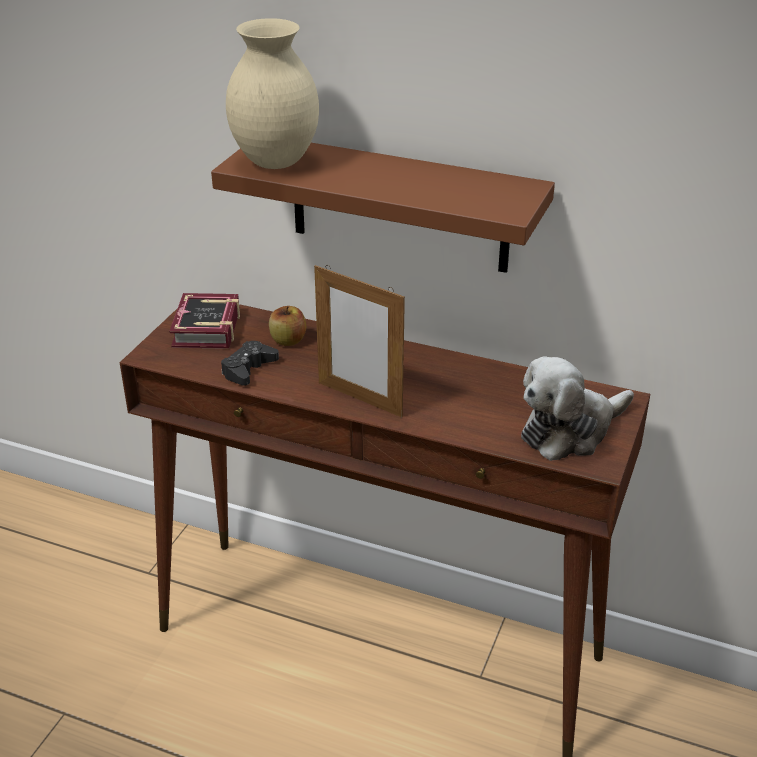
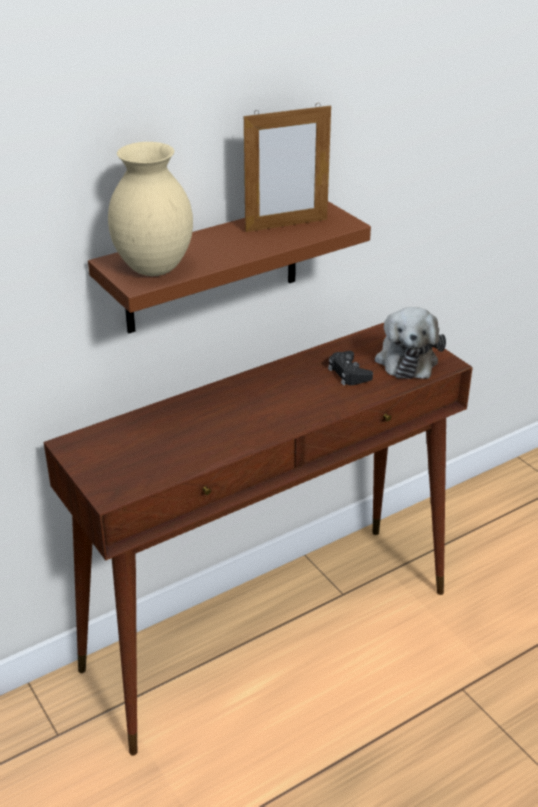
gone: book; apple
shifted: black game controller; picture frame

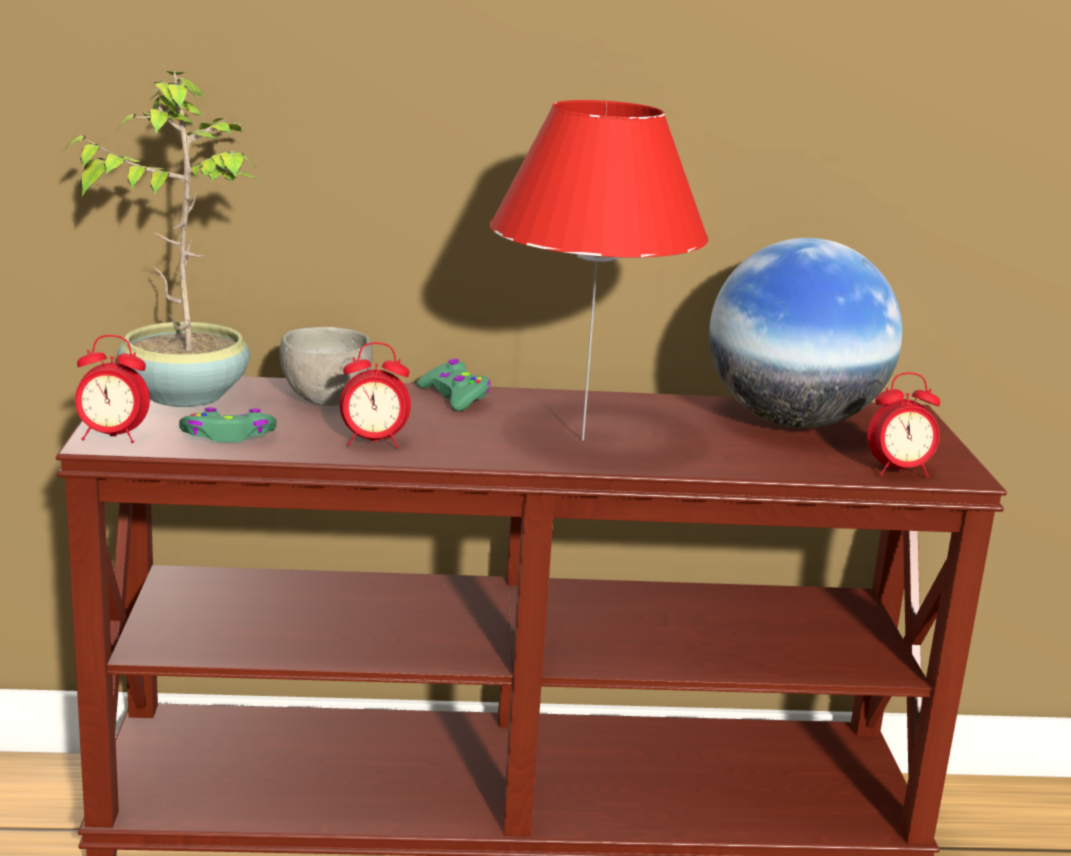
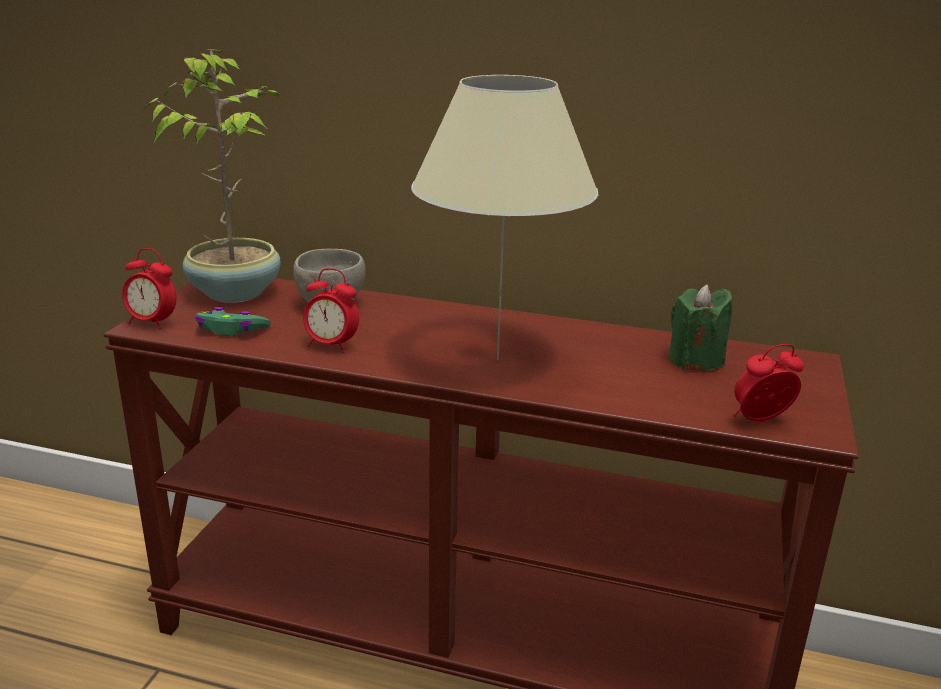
gone: green game controller (no. 2 from left)
swapped: globe to green candle
repainted: red table lamp to beige table lamp
rotated: alarm clock (no. 3 from left) 150 degrees clockwise

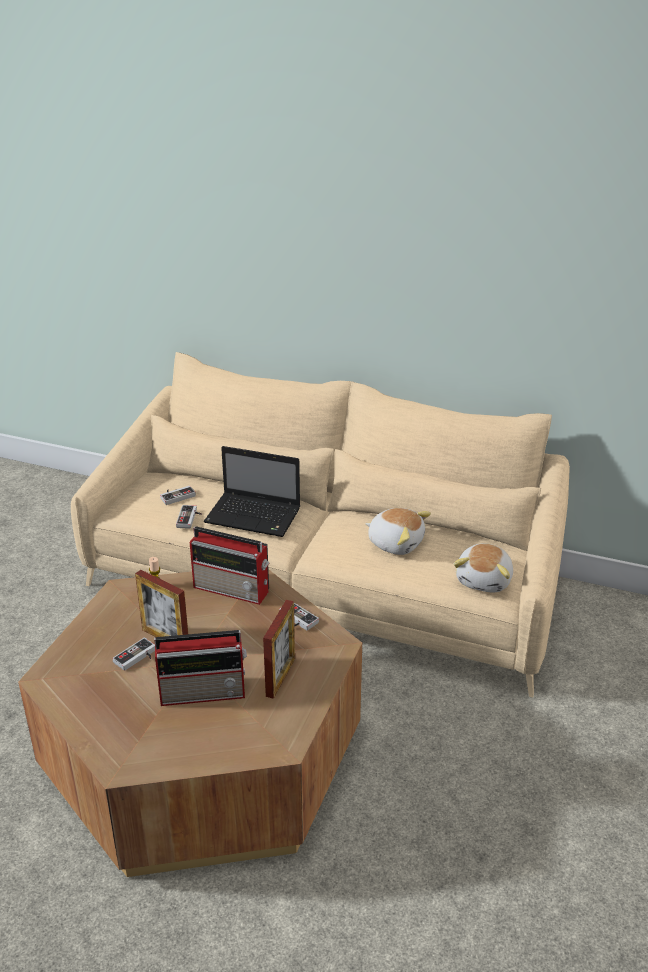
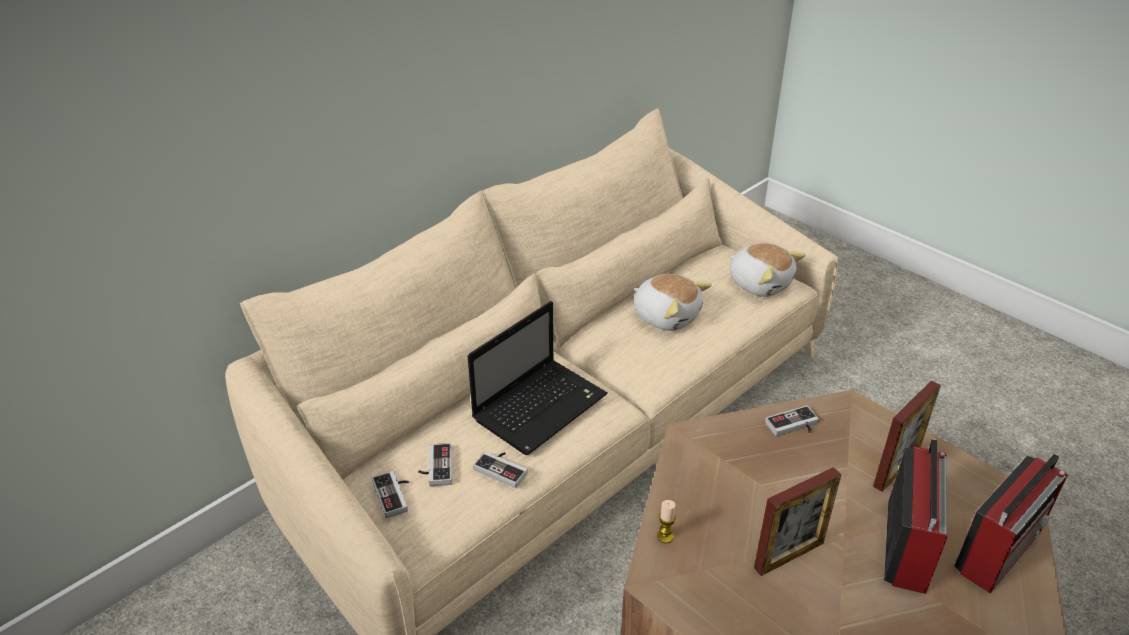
shifted: game controller (no. 1 from left); radio (no. 2 from left)
rotated: picture frame (no. 2 from left) 90 degrees clockwise; plush toy (no. 1 from left) 75 degrees clockwise

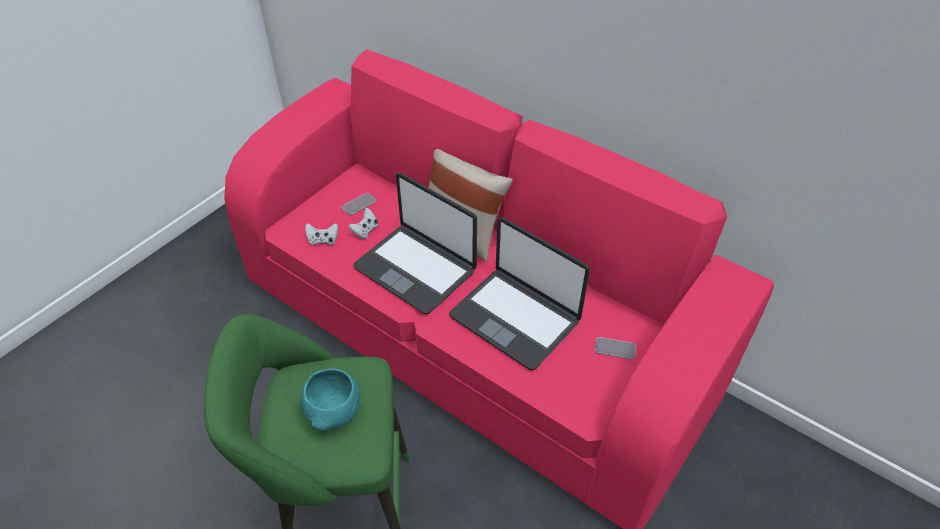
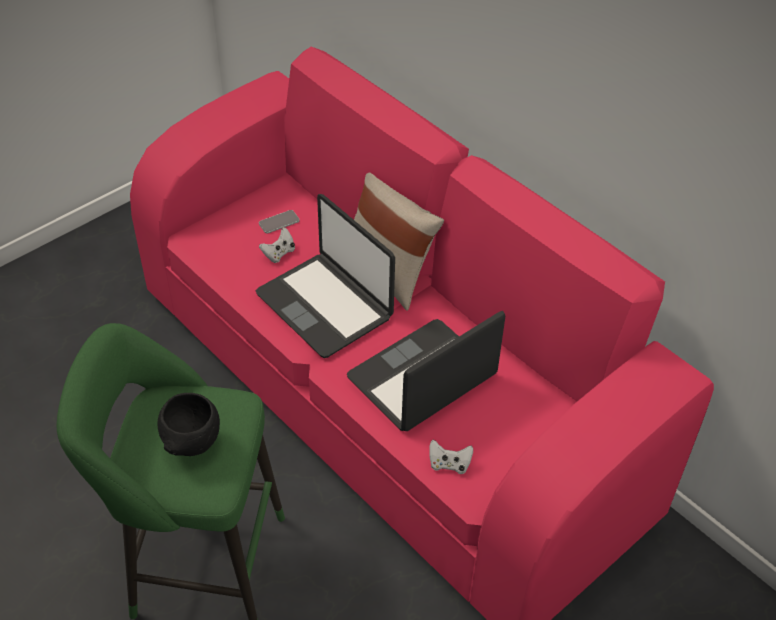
gone: phone (no. 2 from left)
shifted: white game controller (no. 1 from left in the first image) to white game controller (no. 2 from left)
repainted: turquoise bowl to black bowl
rotated: laptop (no. 2 from left) 90 degrees clockwise

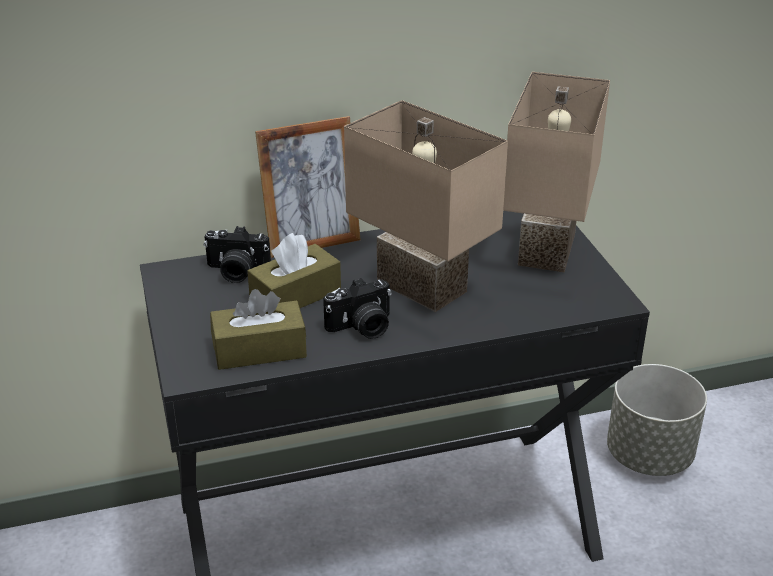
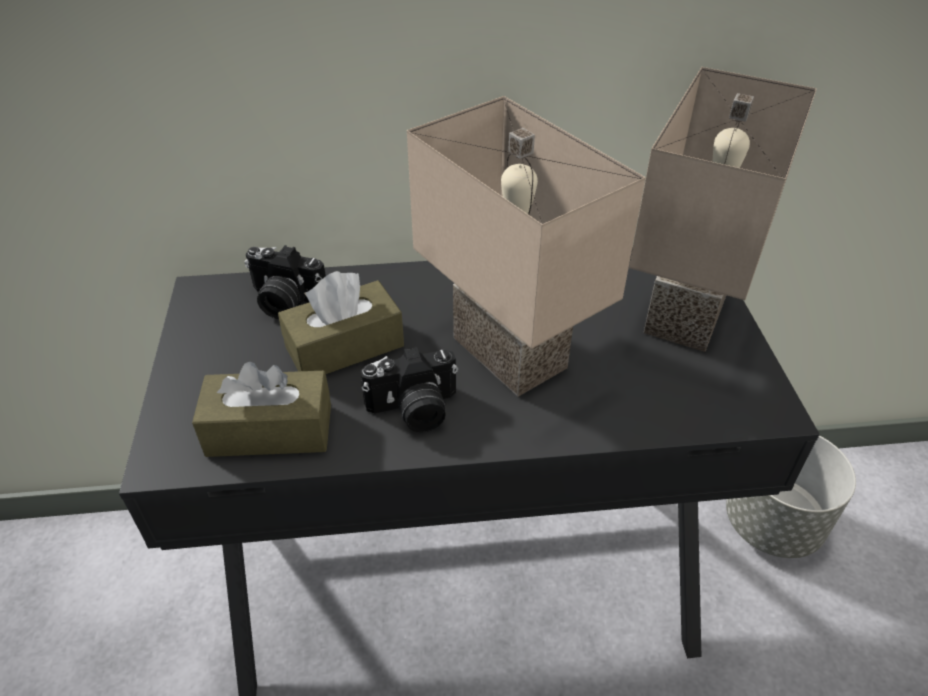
gone: picture frame

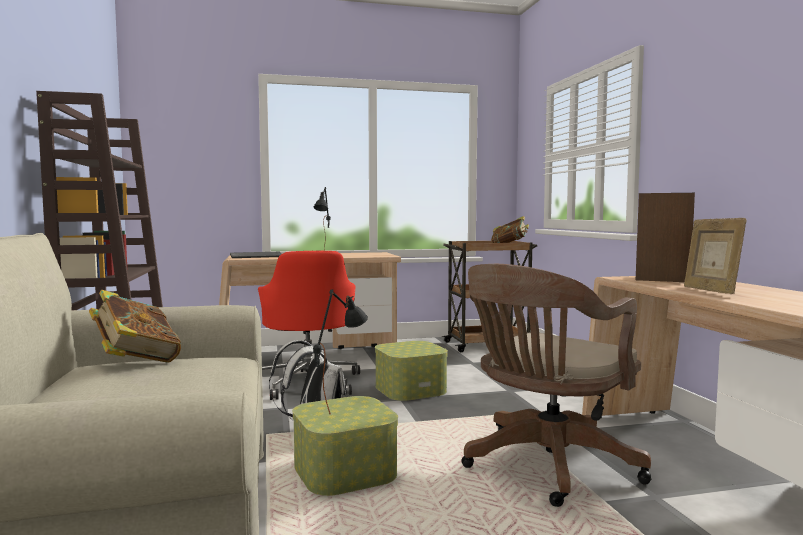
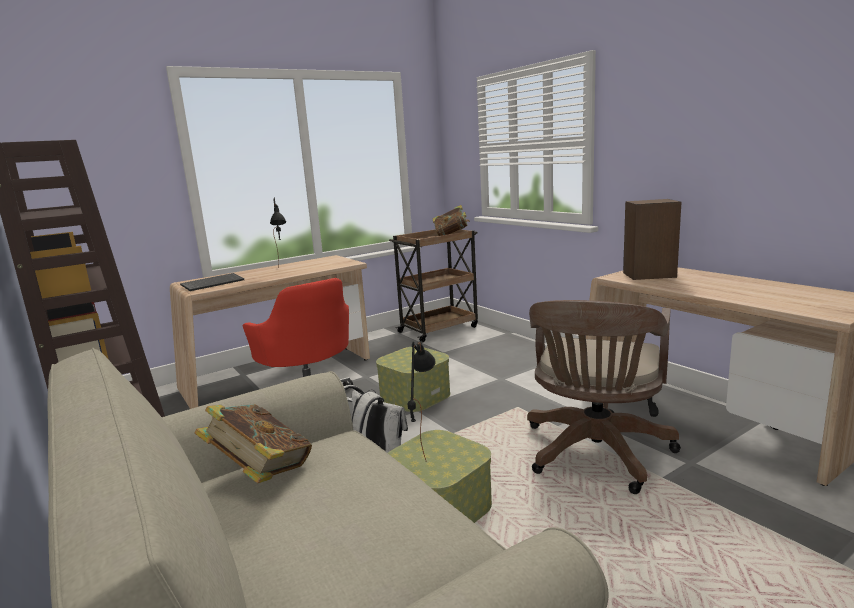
gone: picture frame

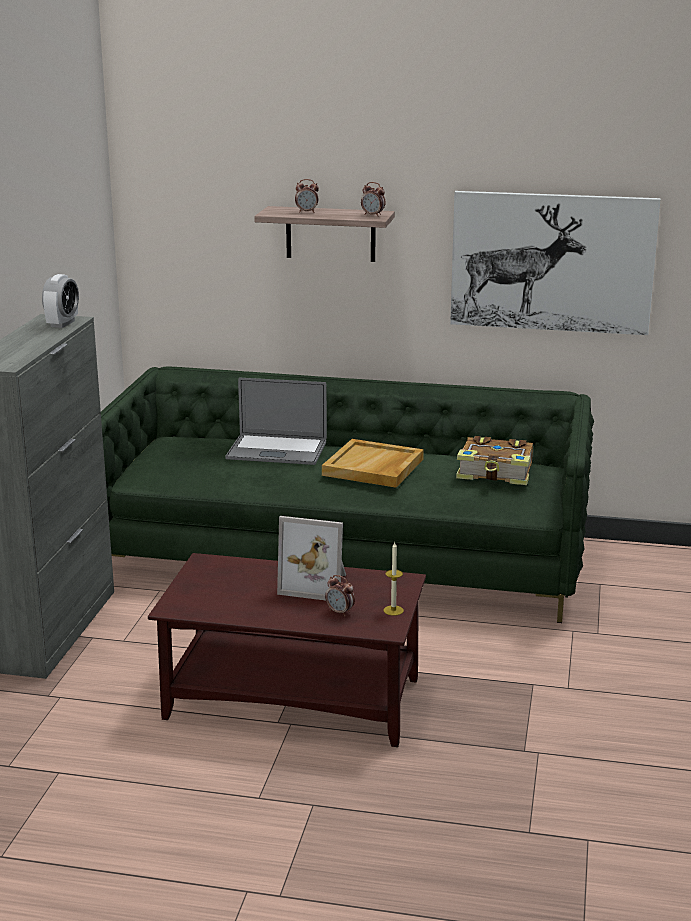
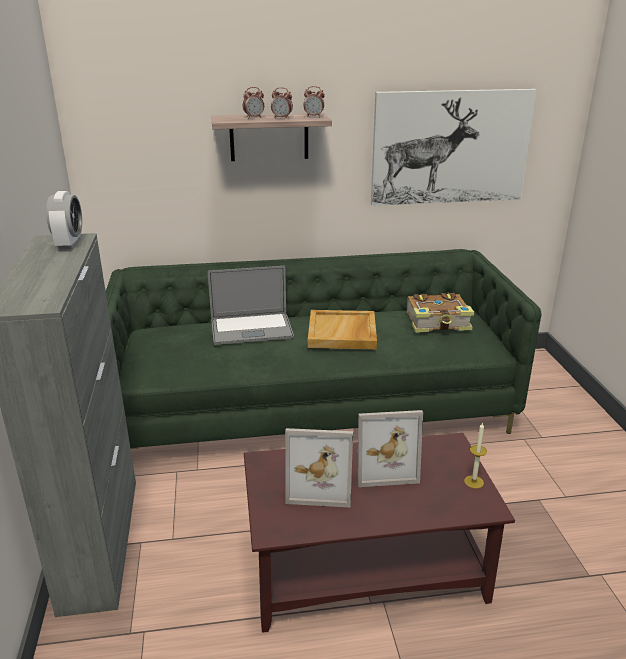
new: picture frame (no. 1 from left)
shifted: alarm clock (no. 3 from left)

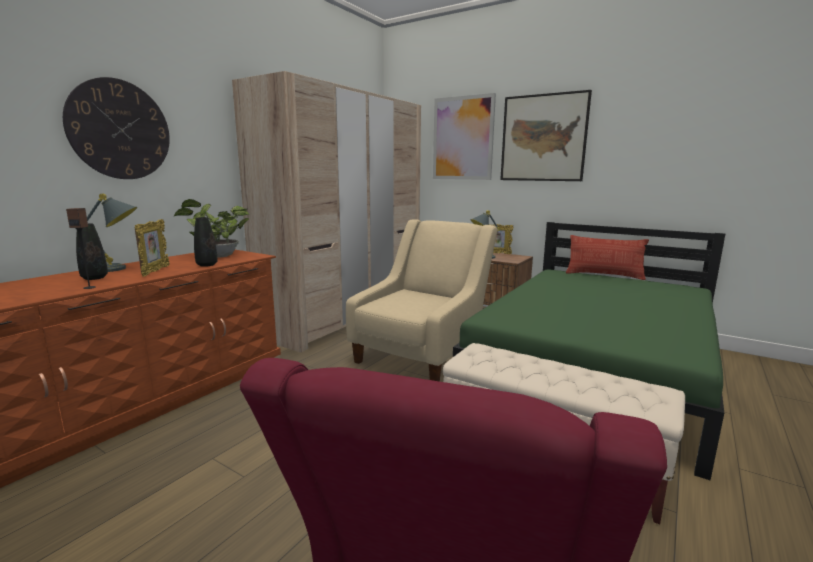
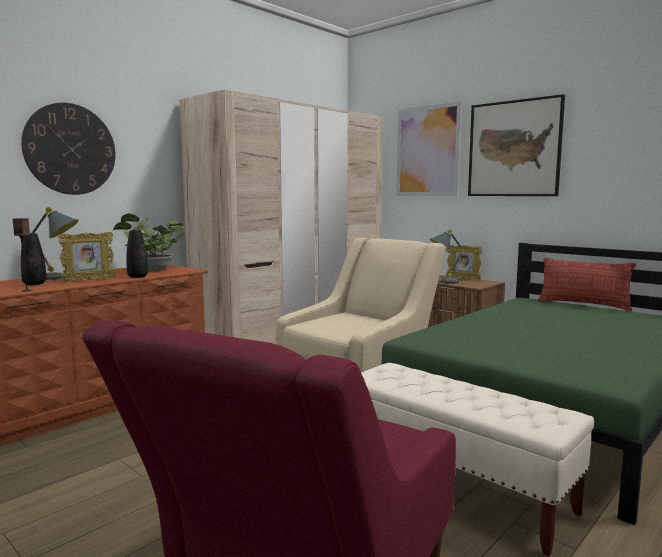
rotated: picture frame (no. 1 from left) 45 degrees clockwise

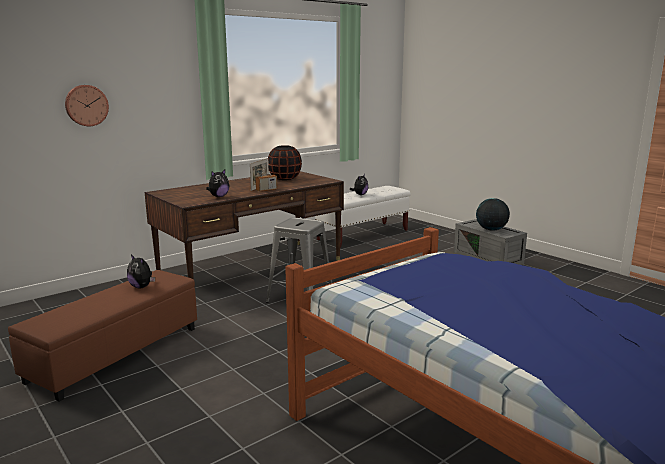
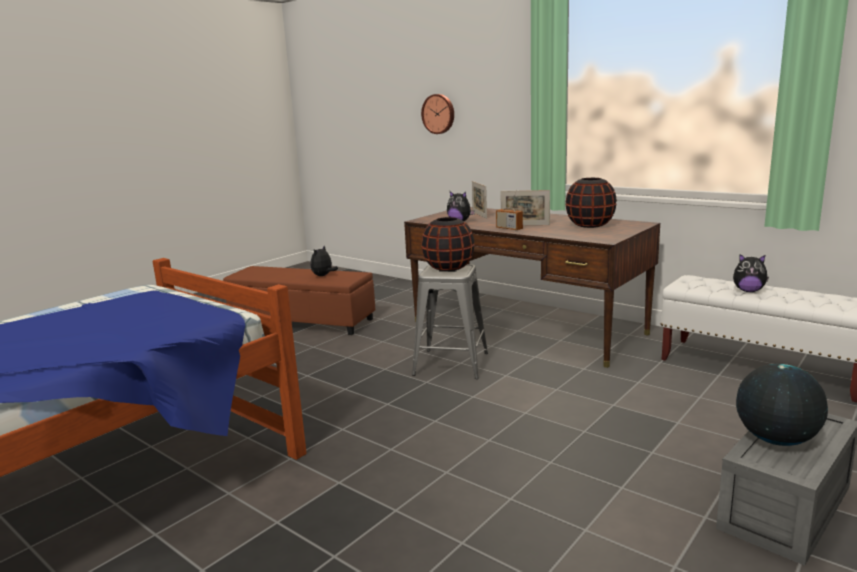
new: black vase (no. 1 from left); picture frame (no. 1 from left)

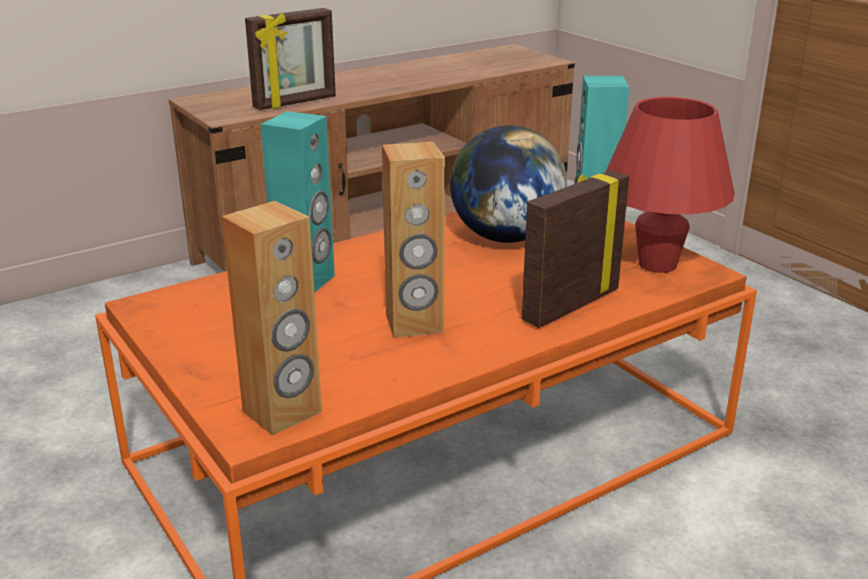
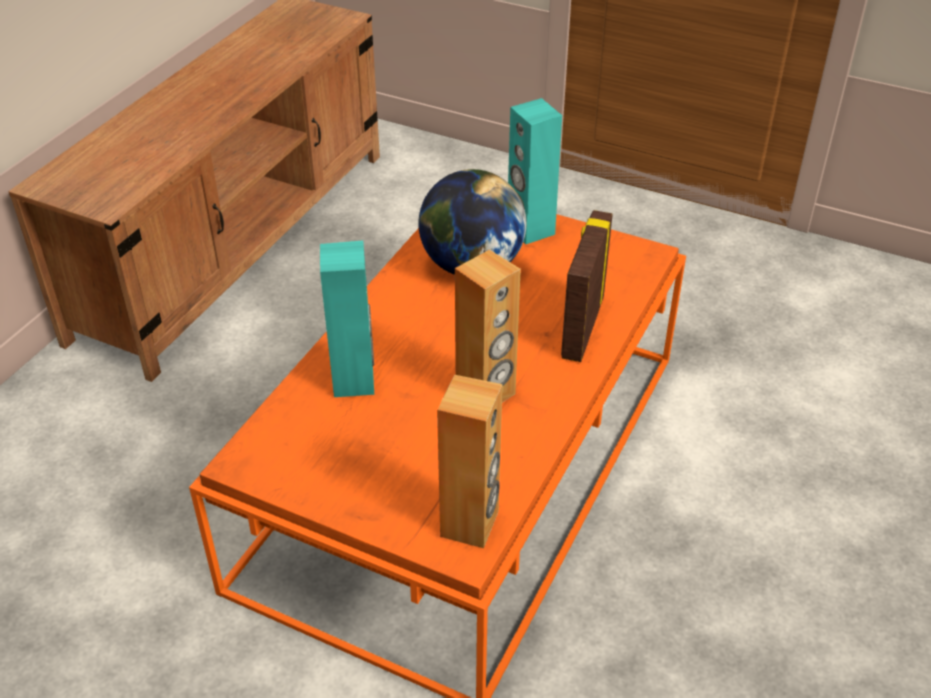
gone: picture frame (no. 1 from left); red table lamp

